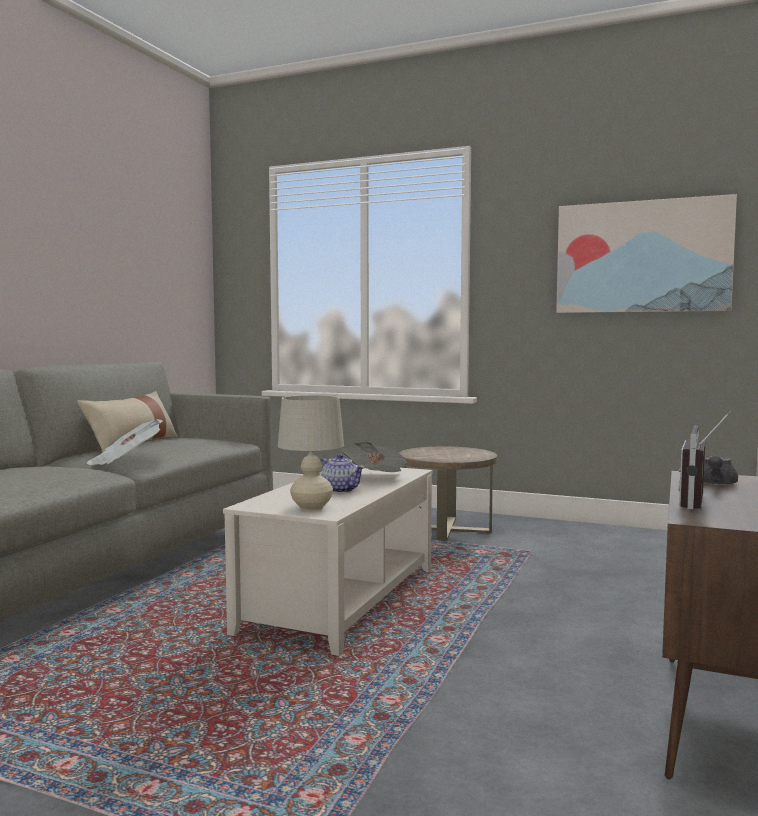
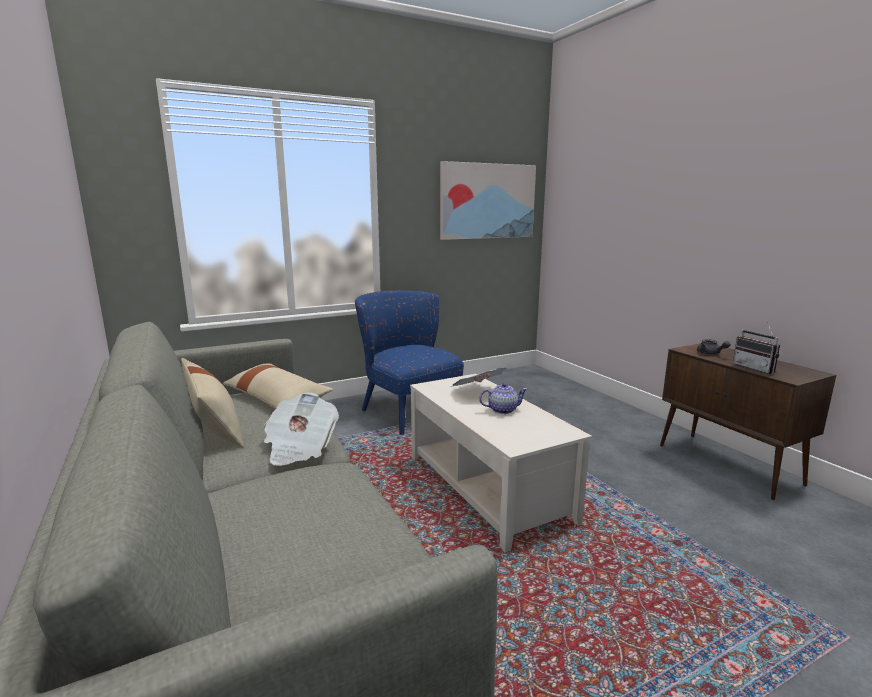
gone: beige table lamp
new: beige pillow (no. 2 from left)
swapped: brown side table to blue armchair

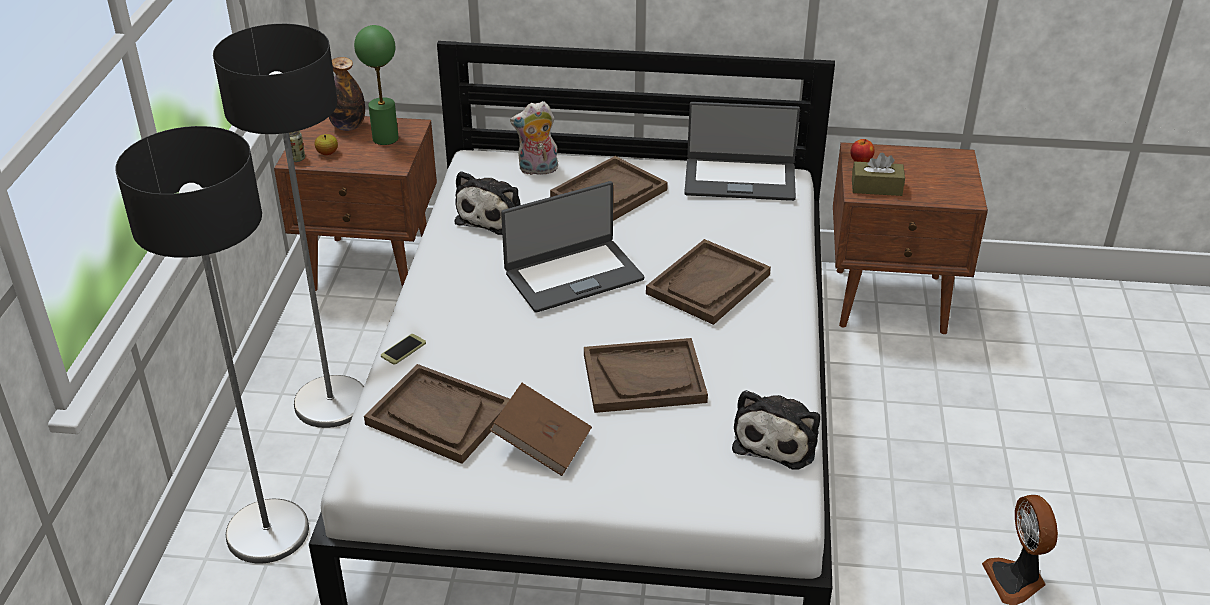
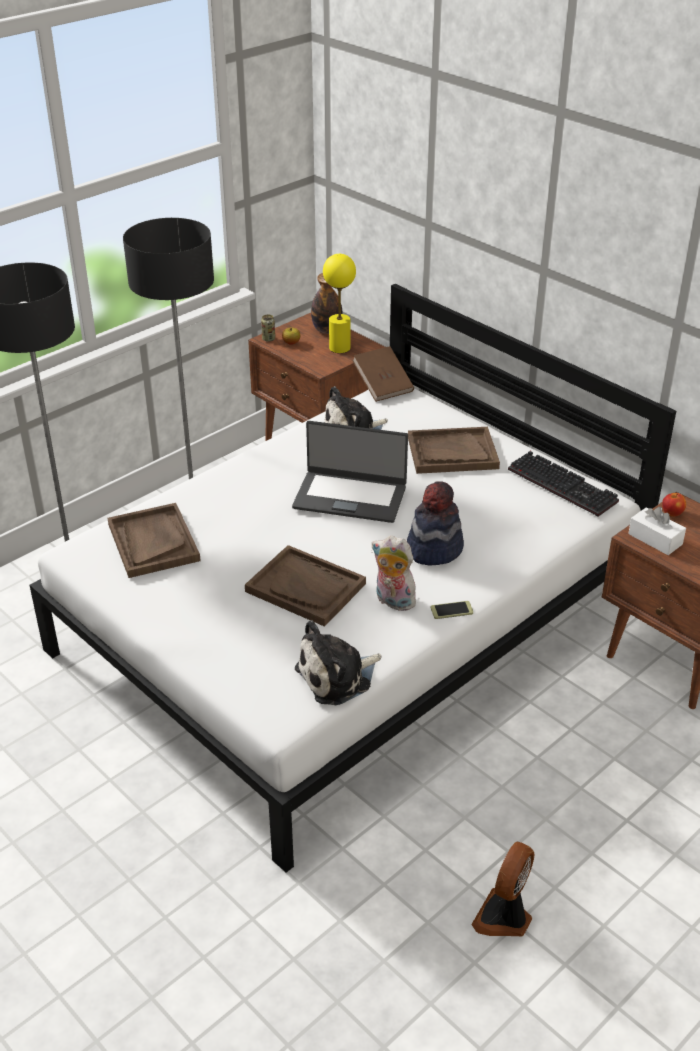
shifted: phone; brown book; plush toy (no. 2 from left in the first image) to plush toy (no. 3 from left)
swapped: brown tray (no. 4 from left) to hat; laptop (no. 2 from left) to keyboard
repainted: green table lamp to yellow table lamp; brown tissue box to white tissue box

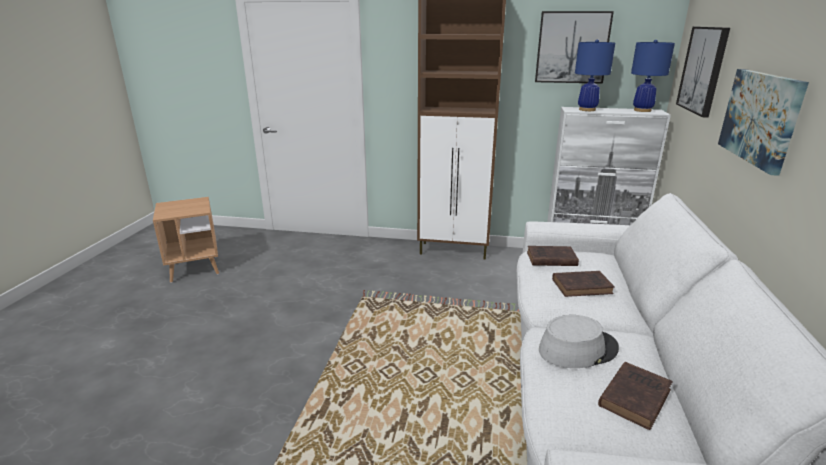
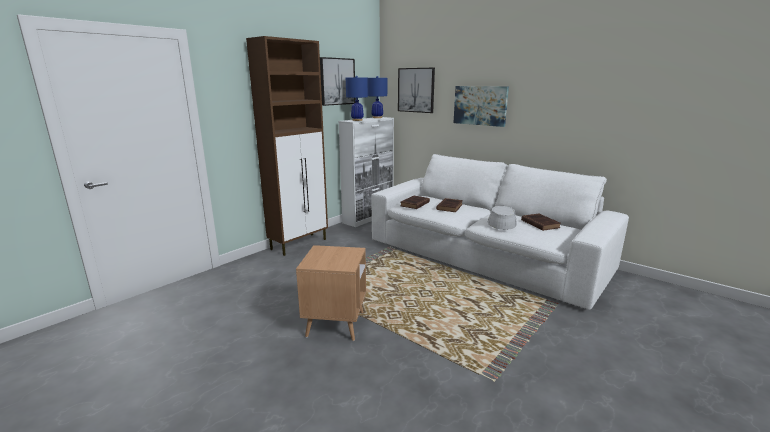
shifted: brown side table

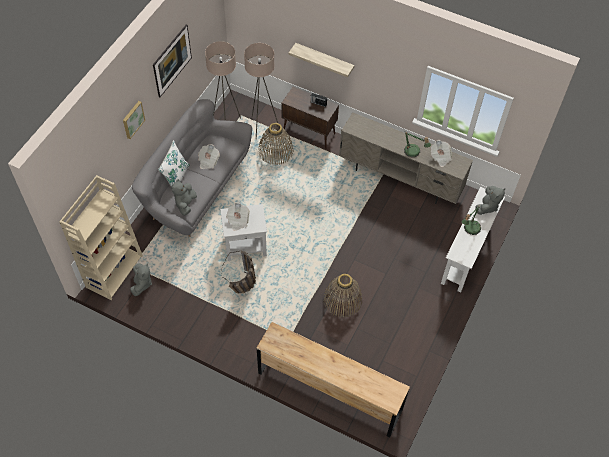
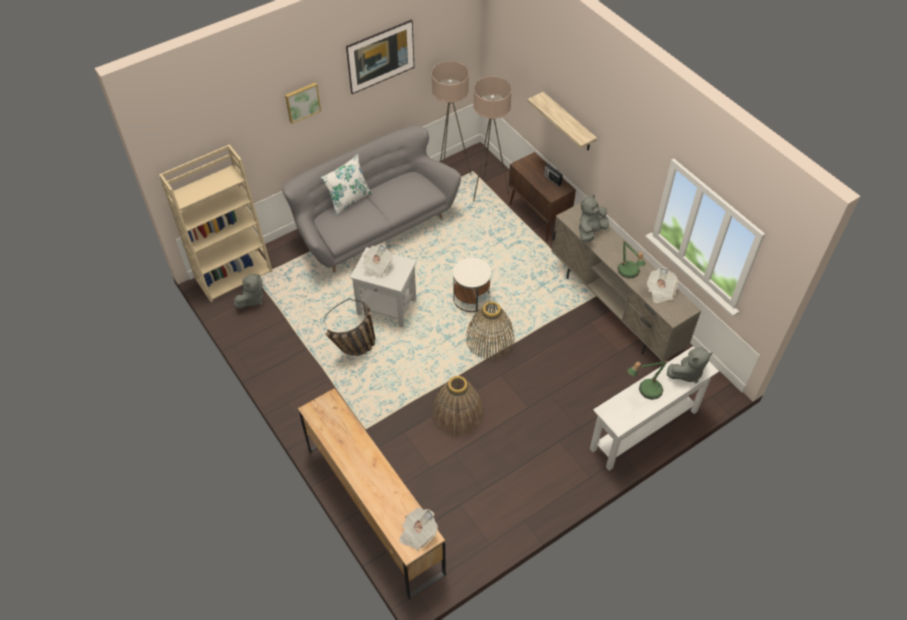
new: white side table (no. 2 from left)
shifted: grey plush toy (no. 2 from left); newspaper (no. 1 from left in the first image) to newspaper (no. 2 from left); basket (no. 2 from left in the first image) to basket (no. 3 from left)

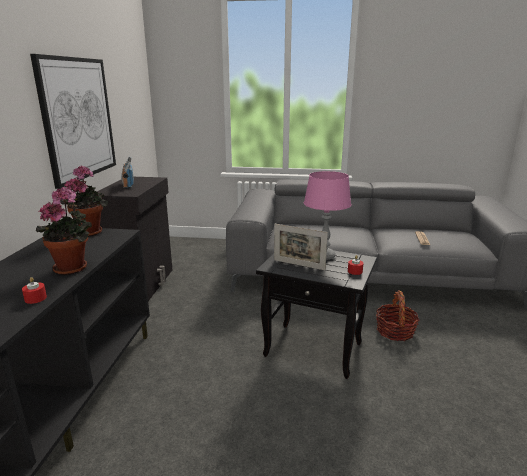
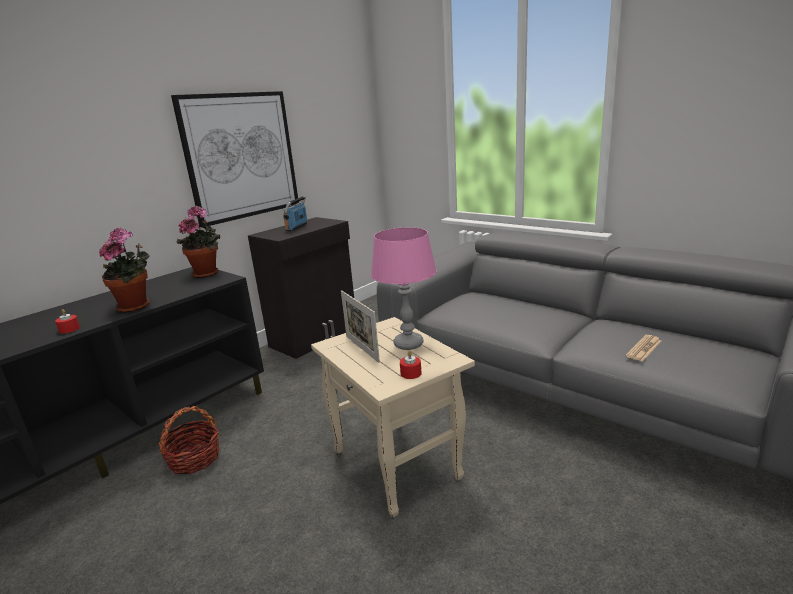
shifted: basket
repainted: black side table to beige side table

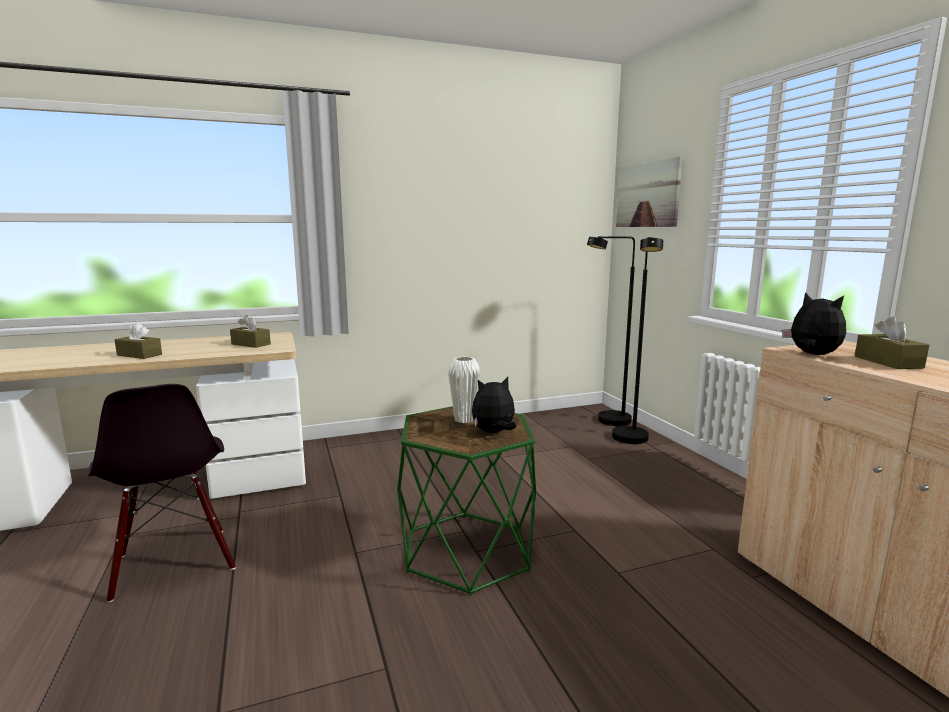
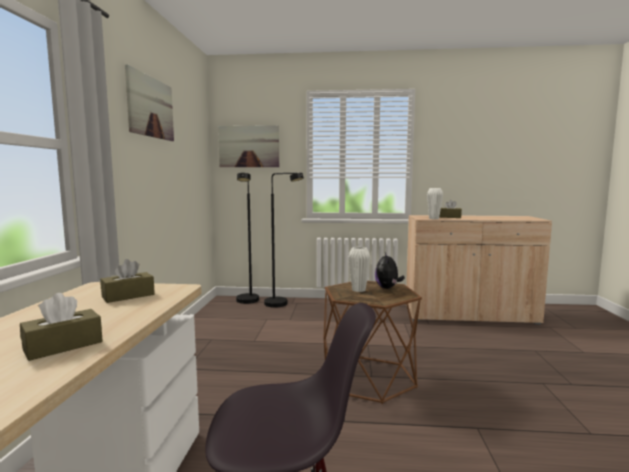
new: picture (no. 1 from left)
swapped: plush toy (no. 2 from left) to white vase (no. 2 from left)
repainted: green side table to brown side table

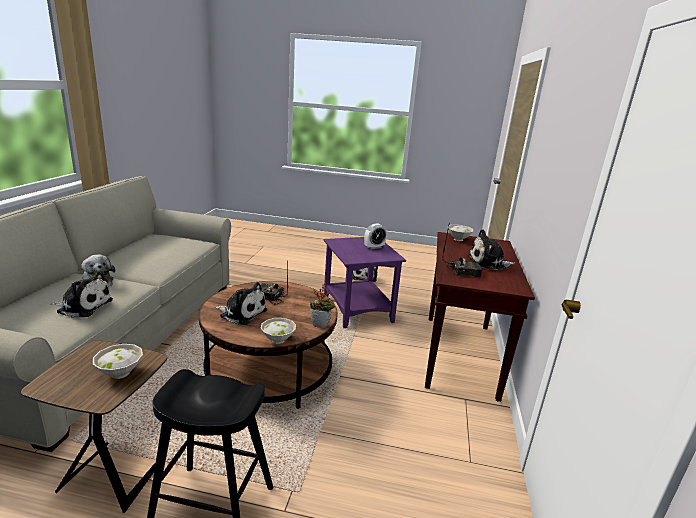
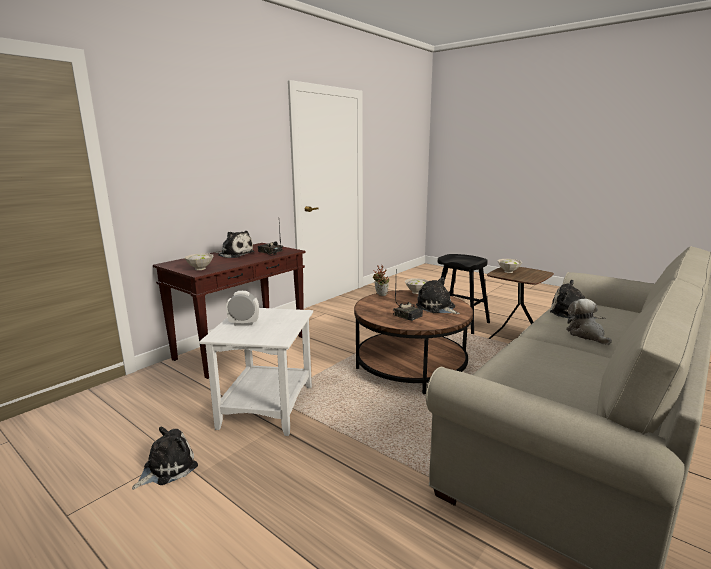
repainted: purple side table to white side table

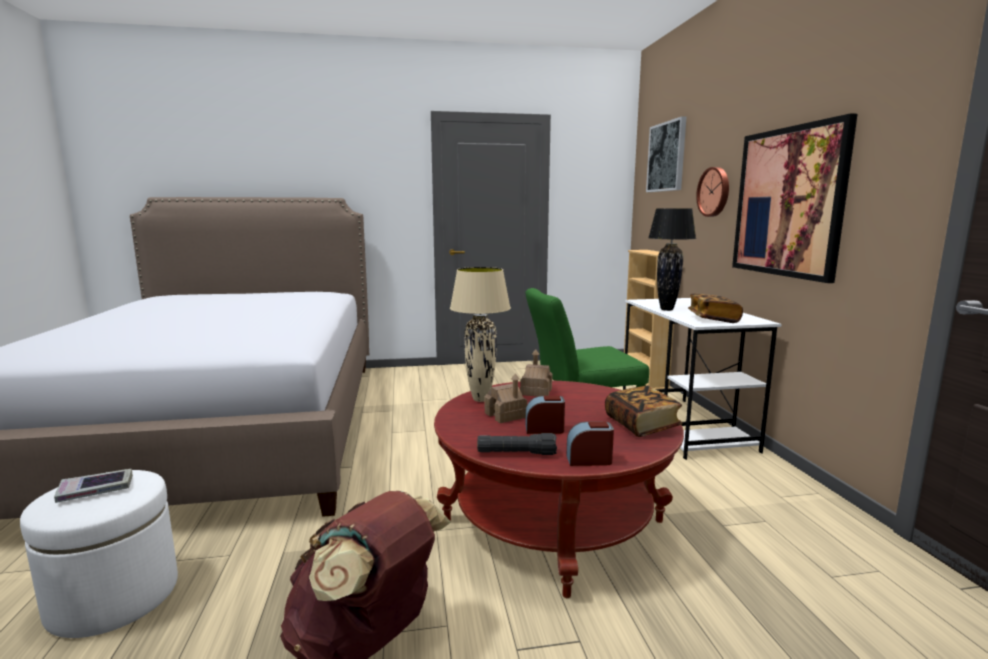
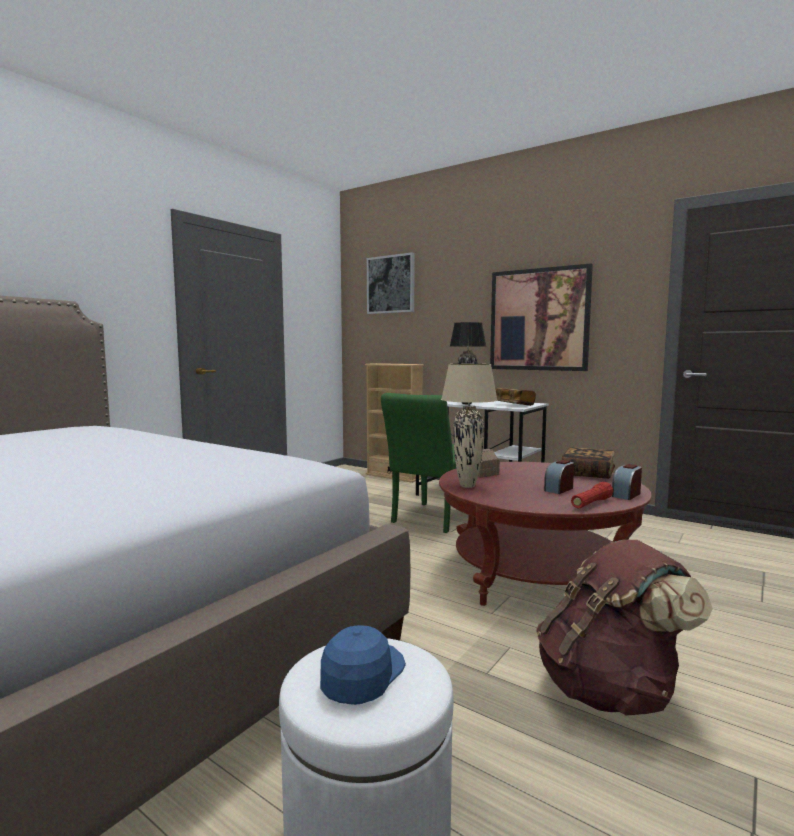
gone: toy house (no. 1 from left); wall clock
swapped: book (no. 1 from left) to blue cap
repainted: black flashlight to red flashlight

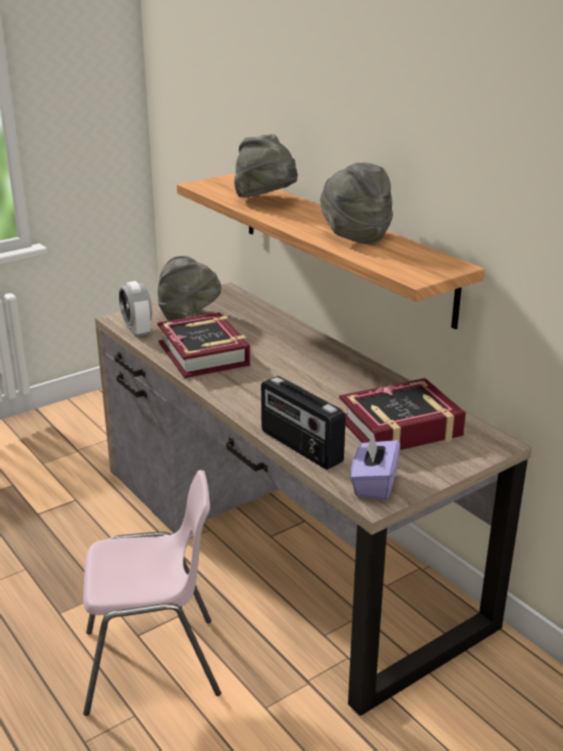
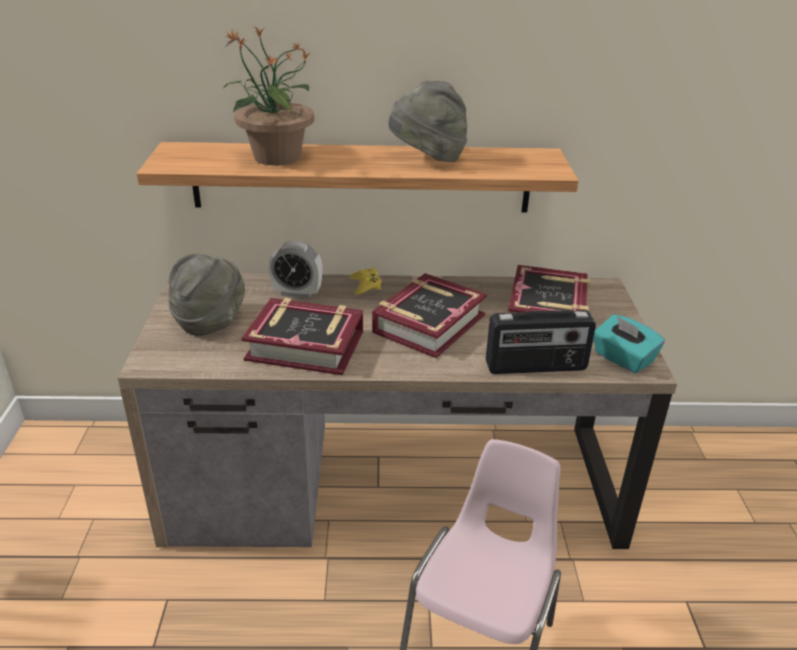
new: yellow game controller; book (no. 2 from left)
shifted: alarm clock
swapped: grey hat (no. 2 from left) to potted plant
repainted: purple tissue box to turquoise tissue box

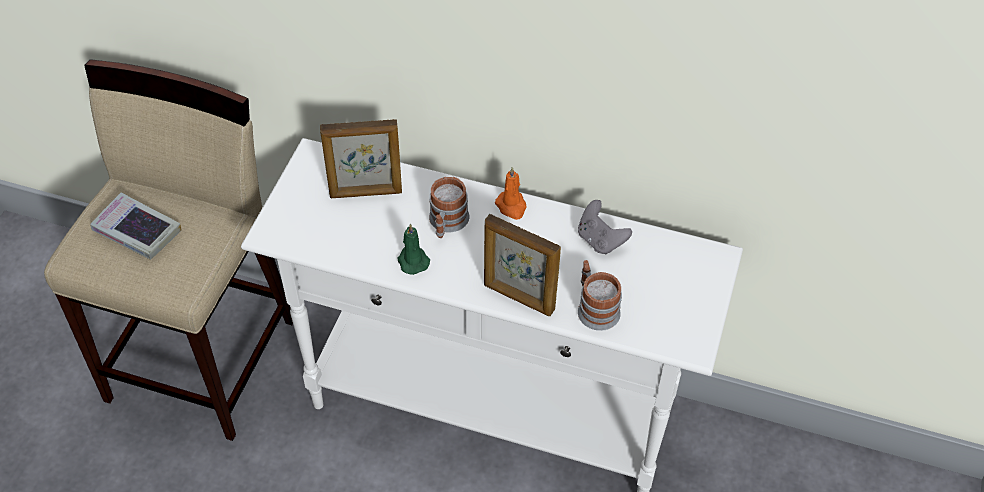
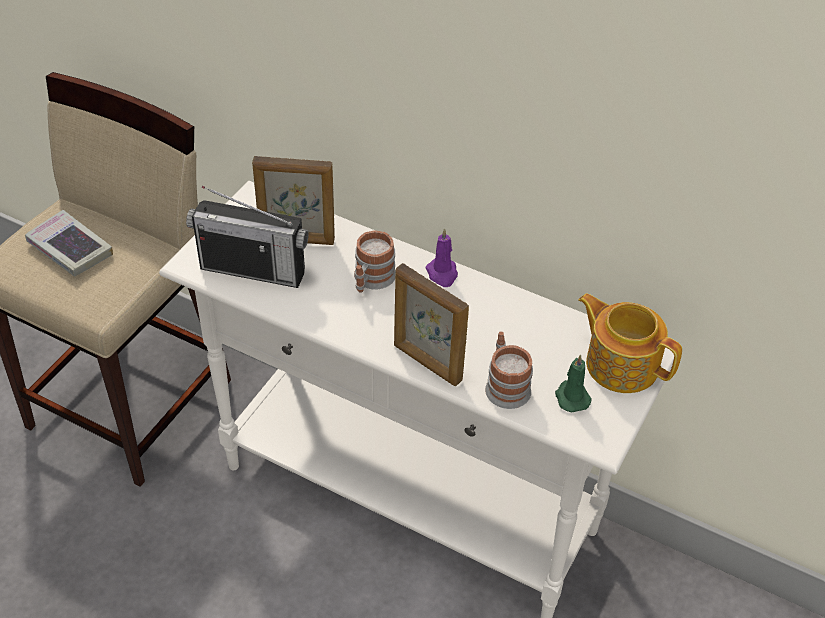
gone: grey game controller
new: radio; teapot
shifted: green candle
repainted: orange candle to purple candle

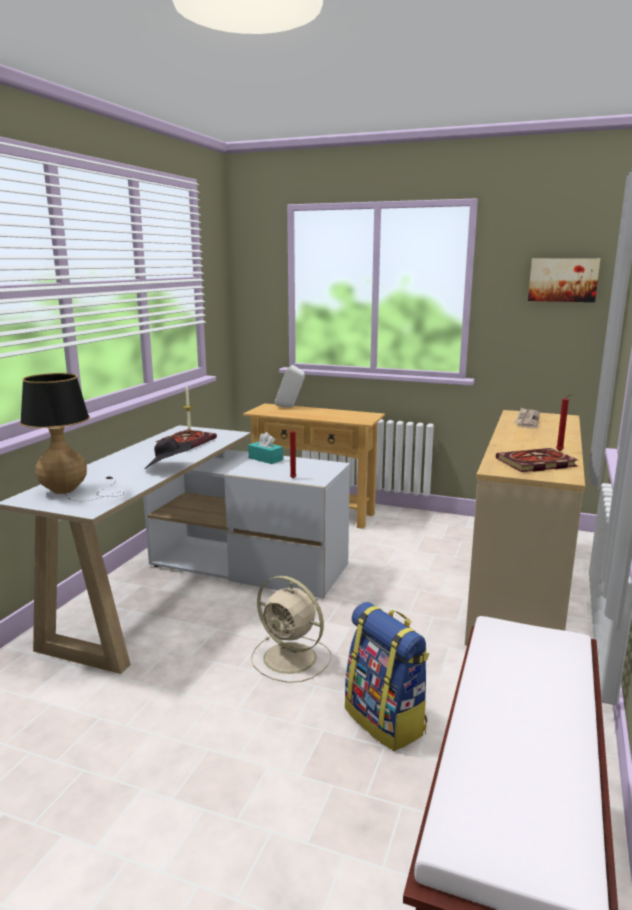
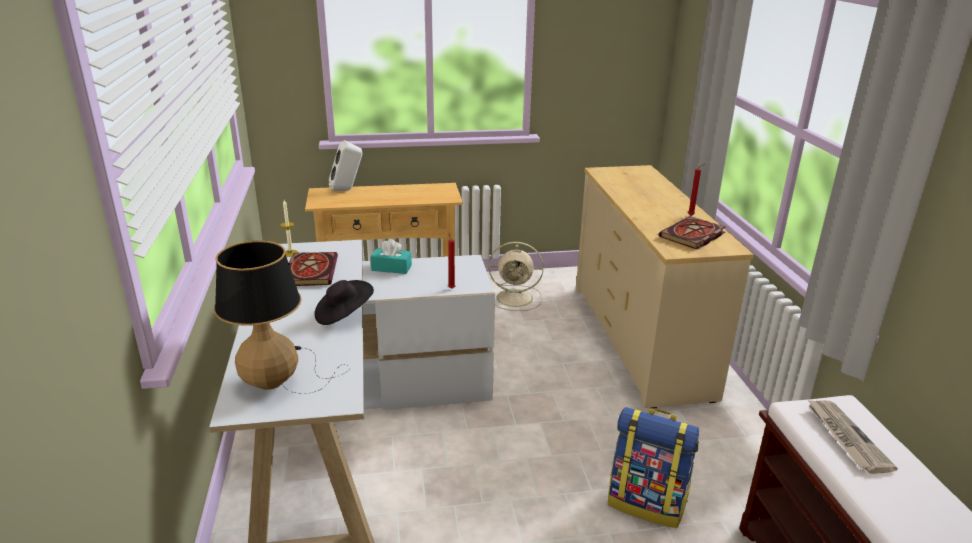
gone: picture
shifted: beige fan; newspaper

